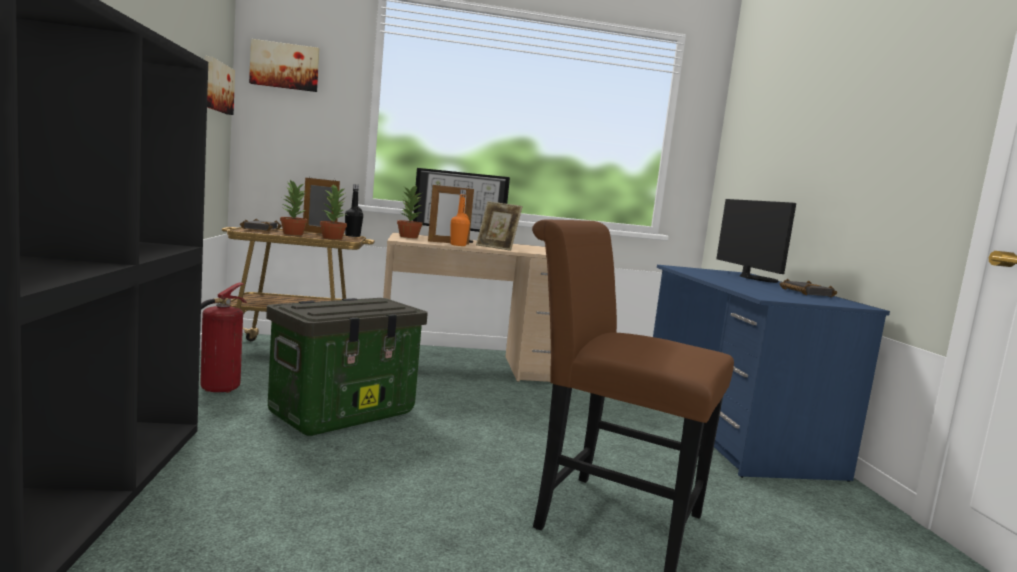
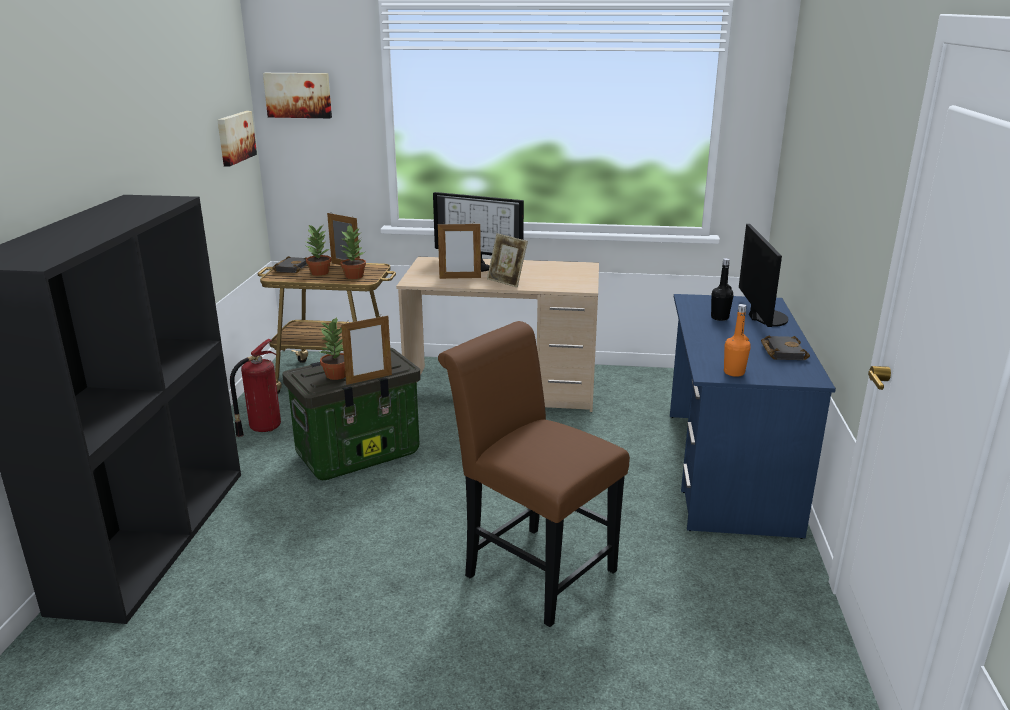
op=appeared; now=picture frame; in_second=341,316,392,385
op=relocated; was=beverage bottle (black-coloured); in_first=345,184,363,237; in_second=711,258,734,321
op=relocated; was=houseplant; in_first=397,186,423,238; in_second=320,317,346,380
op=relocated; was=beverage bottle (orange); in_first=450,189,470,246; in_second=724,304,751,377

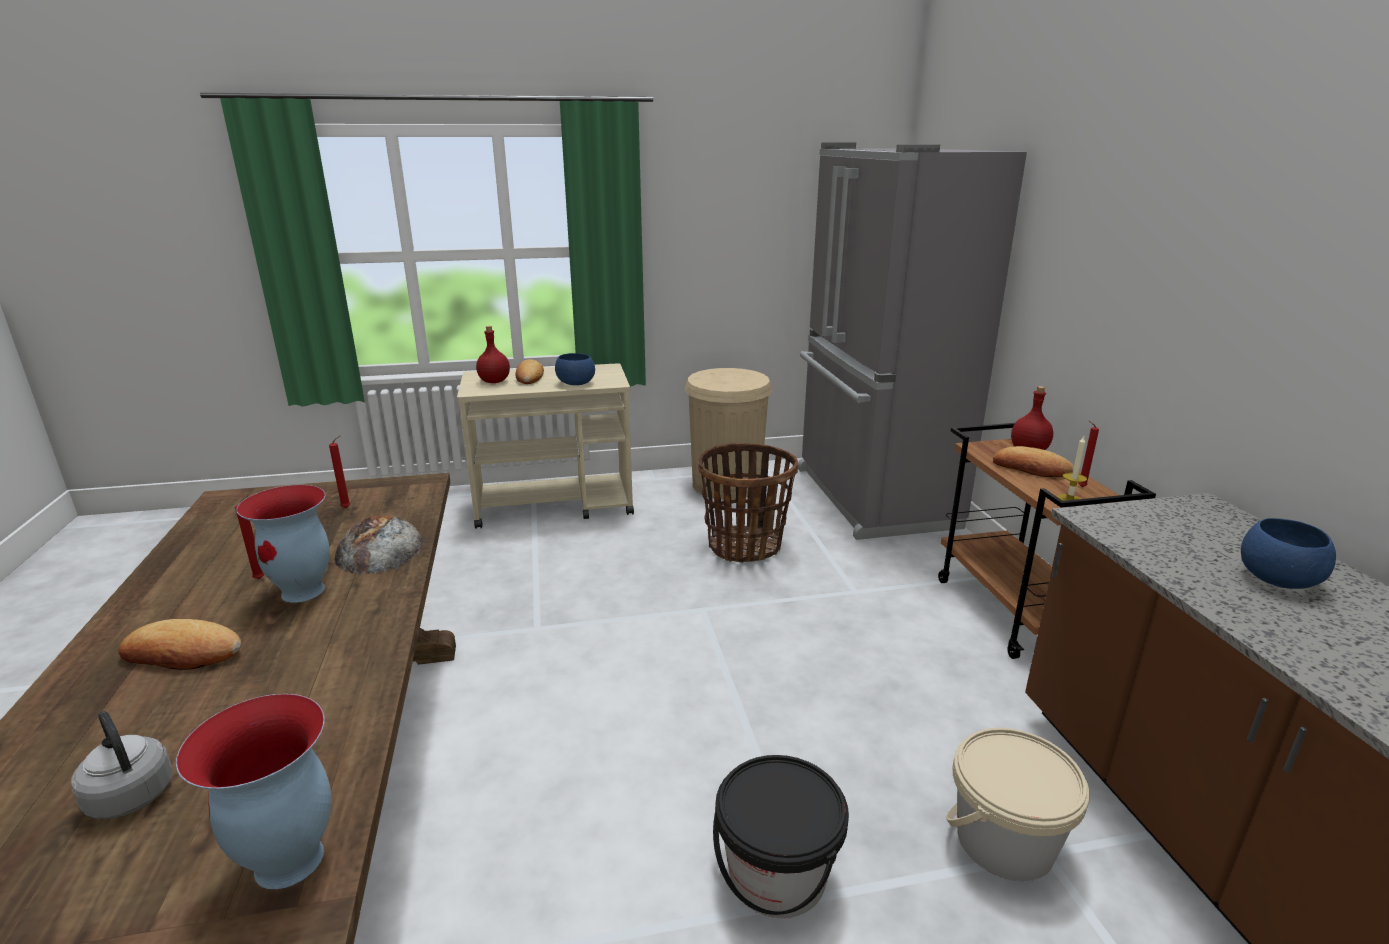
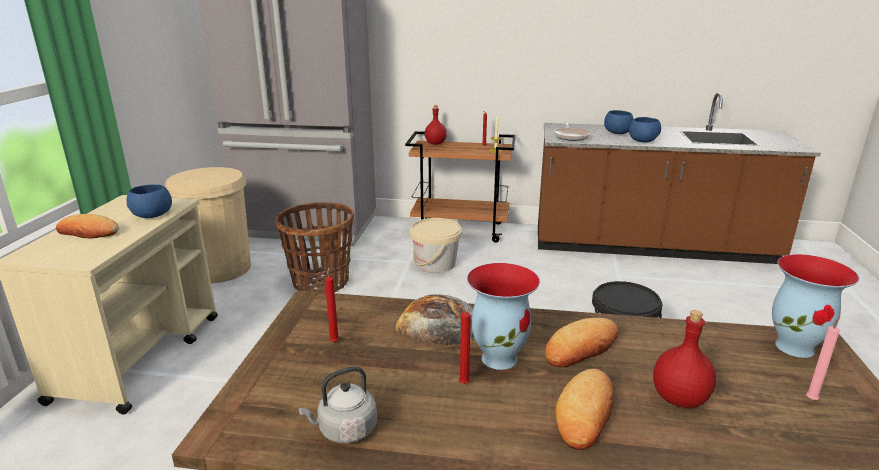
op=appeared; now=frying pan; in_second=554,123,590,141
op=appeared; now=deep dish (bluish); in_second=629,117,661,142
op=appeared; now=wax candle (pinkish); in_second=806,316,840,400
op=relocated; was=tea kettle (gray); in_first=71,711,173,819; in_second=299,366,377,443
op=relocated; was=beverage bottle (red-coloured); in_first=476,326,510,383; in_second=653,310,716,408
op=relocated; was=water bucket (beige-coloured); in_first=946,728,1090,882; in_second=410,218,462,273
op=relocated; was=baked bread; in_first=993,446,1074,477; in_second=545,318,618,367

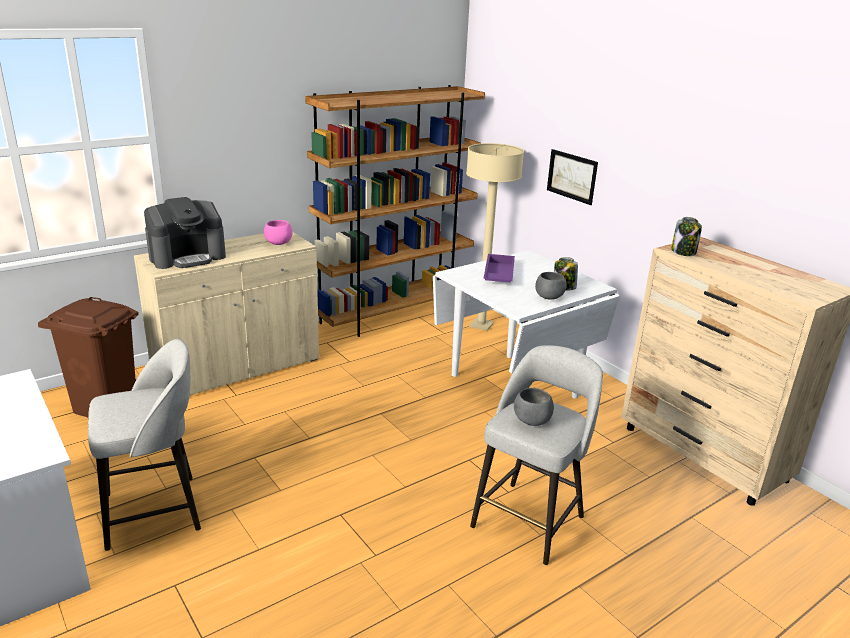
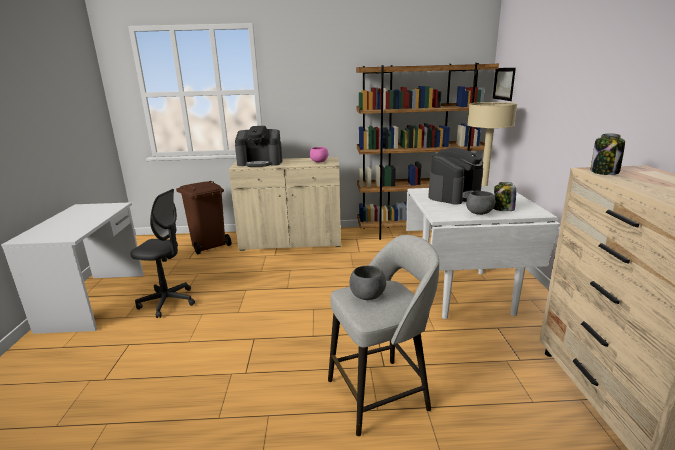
op=relocated; was=wall picture; in_first=547,149,598,205; in_second=493,68,516,101
op=exchanged; was=stool (gray); now=desk chair (gray); in_first=88,339,201,551; in_second=130,189,195,318
op=exchanged; was=carrying tray (purplish); now=coffee machine; in_first=483,254,515,283; in_second=428,148,483,205

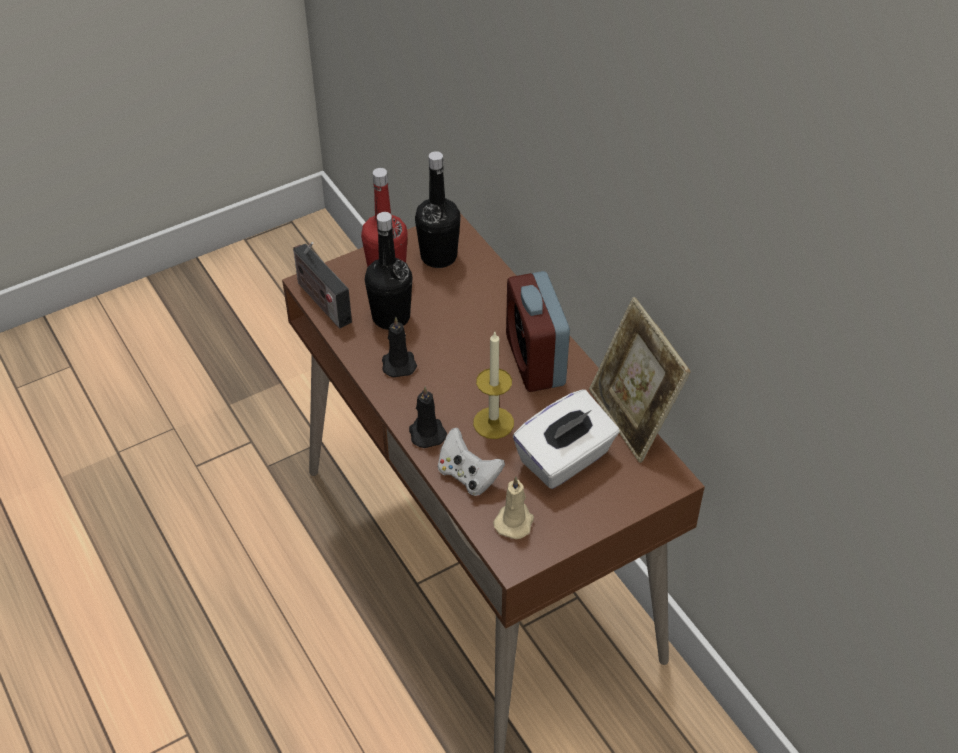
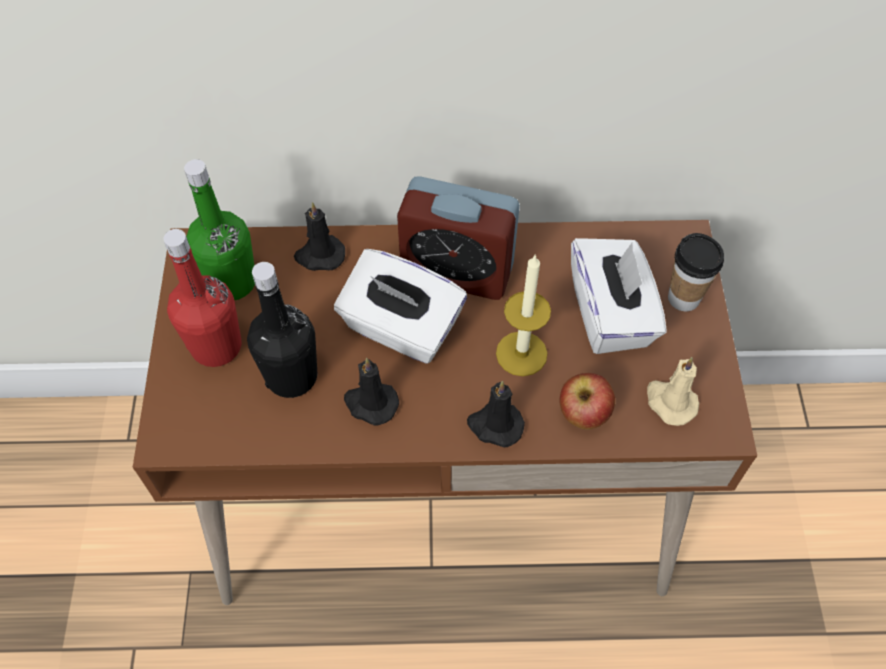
op=missing; was=radio receiver; in_first=293,242,352,328
op=missing; was=picture frame; in_first=589,297,691,463
op=appeared; now=wax candle (black-coloured); in_second=294,202,345,271
op=appeared; now=tissue holder (white); in_second=334,249,467,364
op=appeared; now=cup; in_second=668,233,724,311
op=exchanged; was=game controller (white); now=apple fruit; in_first=438,428,505,496; in_second=560,373,615,429
op=colour; was=beverage bottle (black-coloured); now=beverage bottle (green); in_first=415,151,461,268; in_second=184,159,255,300

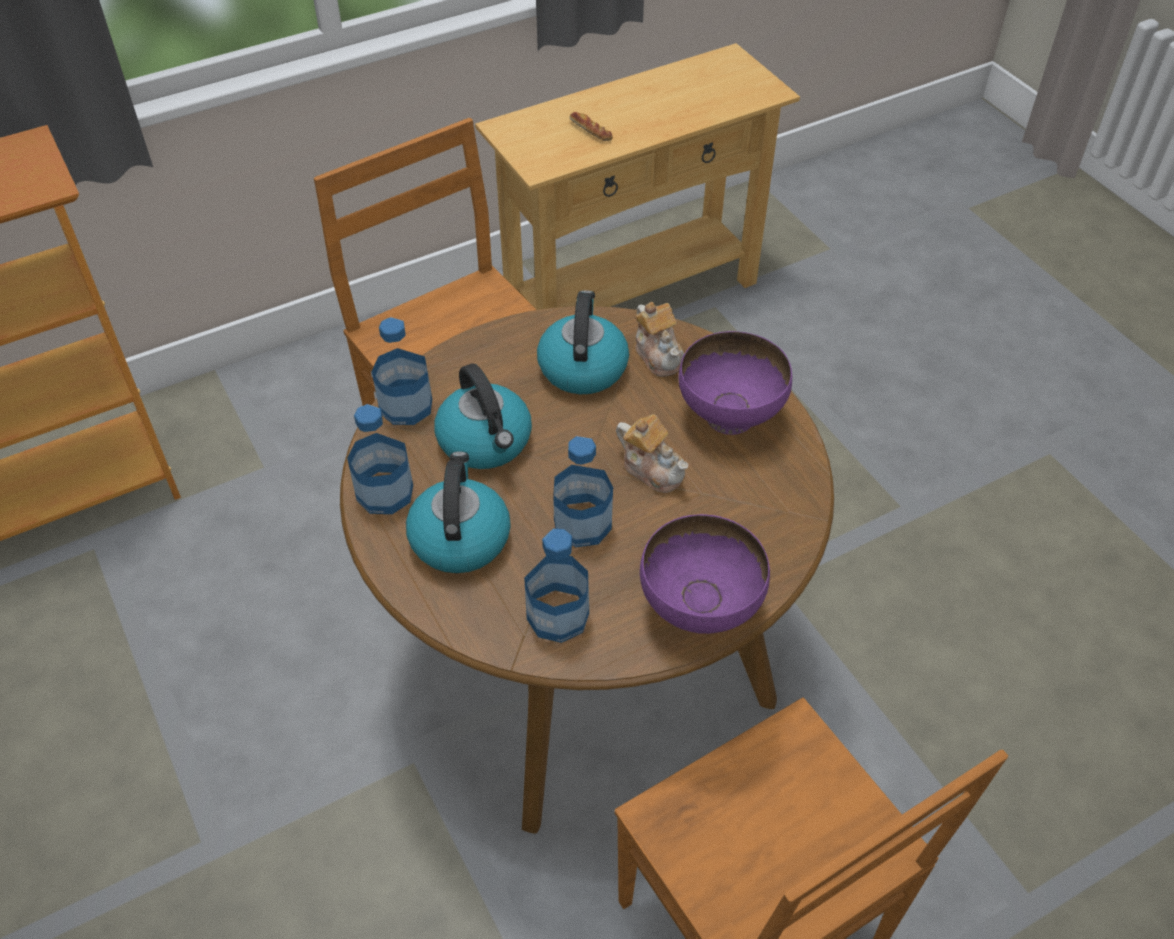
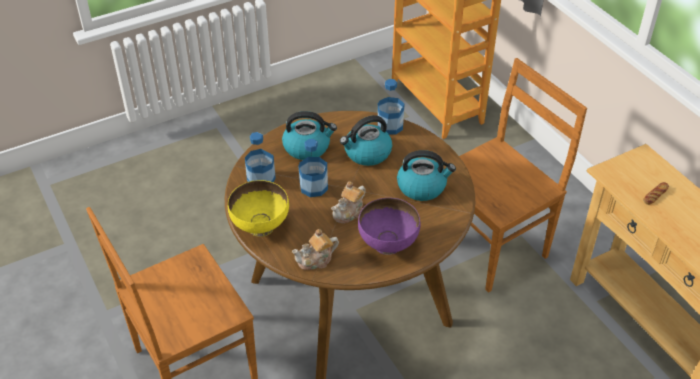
op=missing; was=beverage bottle; in_first=347,404,413,514
op=relocated; was=pot for tea; in_first=635,302,684,377; in_second=292,229,339,270
op=colour; was=deep dish (purplish); now=deep dish (yellowish); in_first=640,514,770,634; in_second=228,180,289,237

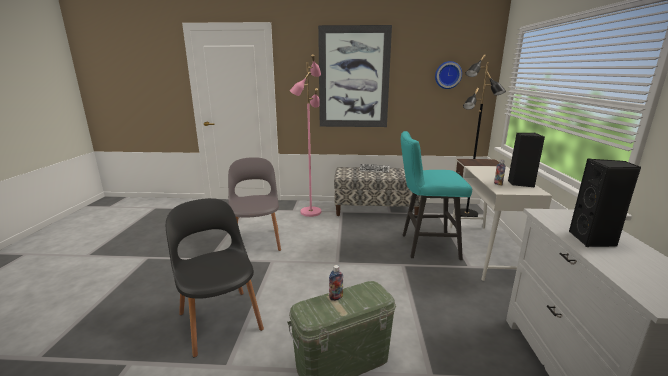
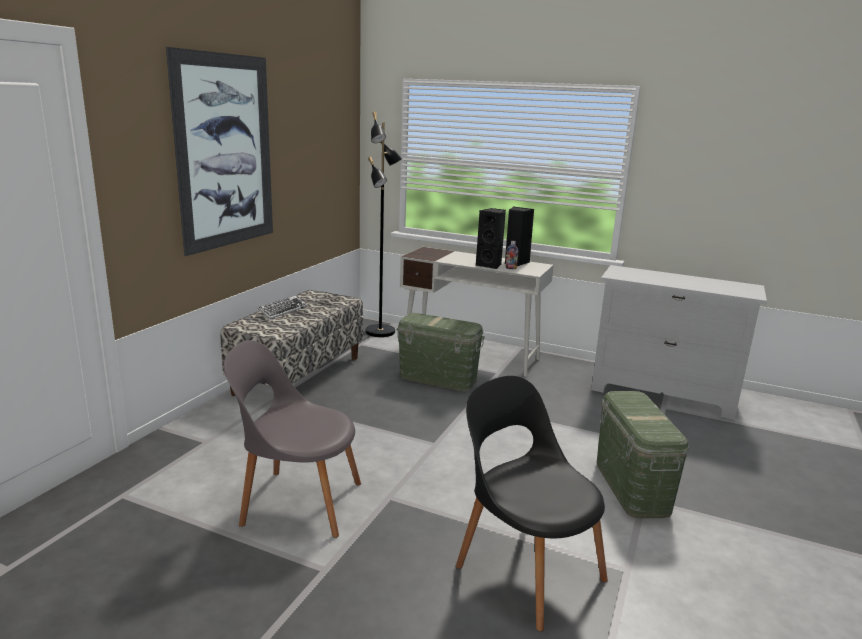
op=missing; was=standard lamp (pinkish); in_first=290,54,321,217
op=missing; was=beverage bottle; in_first=329,265,343,301
op=missing; was=wall clock; in_first=435,61,462,89
op=relocated; was=loudspeaker (black-coloured); in_first=569,158,641,247; in_second=476,208,506,269
op=exchanged; was=stool (blue-green); now=storage box (green); in_first=401,131,472,260; in_second=396,313,485,391
op=spun; was=plain chair (black-coloured); in_first=166,198,264,357; in_second=456,376,608,632; clockwise=60

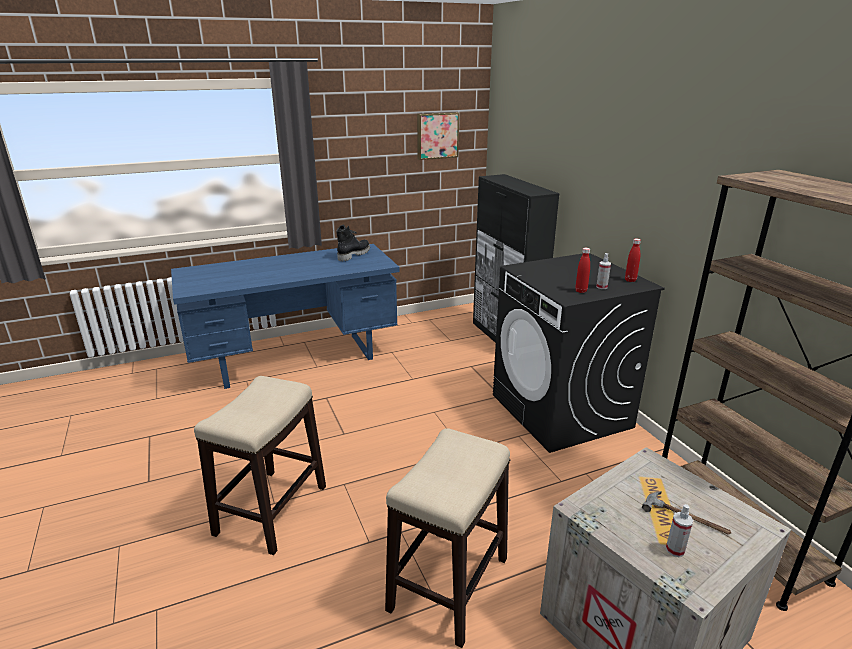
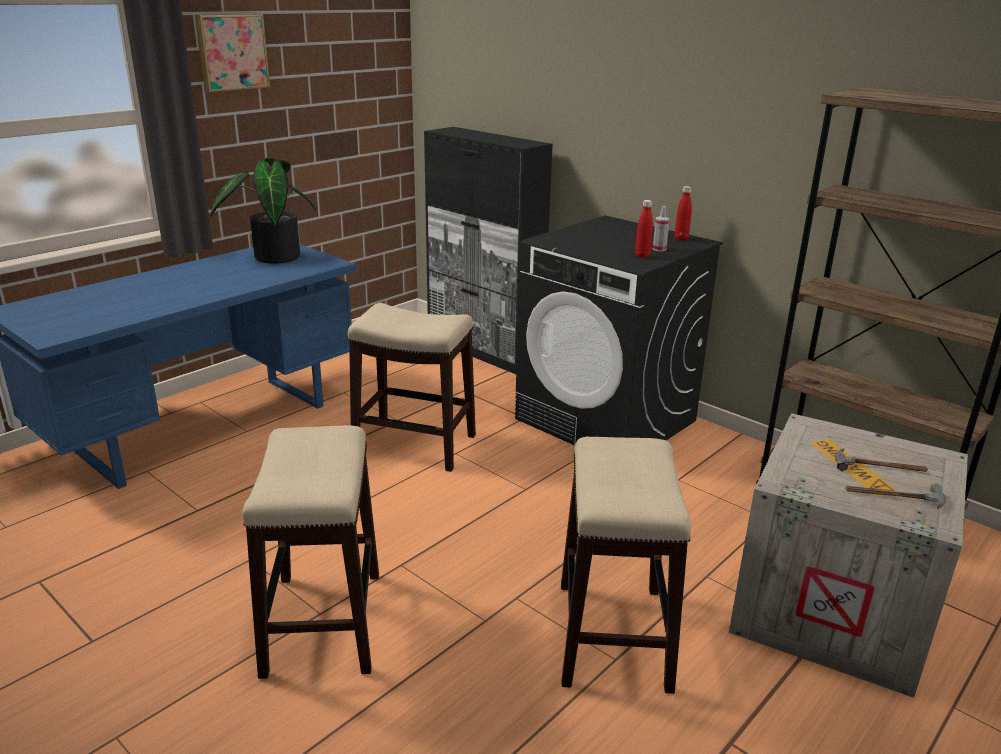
op=appeared; now=stool; in_second=348,303,476,472
op=relocated; was=wall picture; in_first=417,112,459,160; in_second=195,14,270,93
op=exchanged; was=boot (black-coloured); now=houseplant; in_first=336,224,370,261; in_second=210,157,316,264
op=exchanged; was=hand sprayer; now=tool hammer; in_first=666,504,693,557; in_second=845,483,946,509

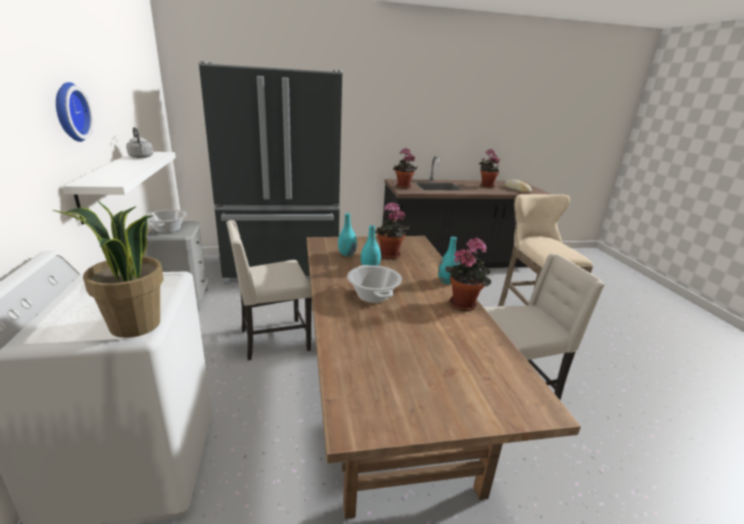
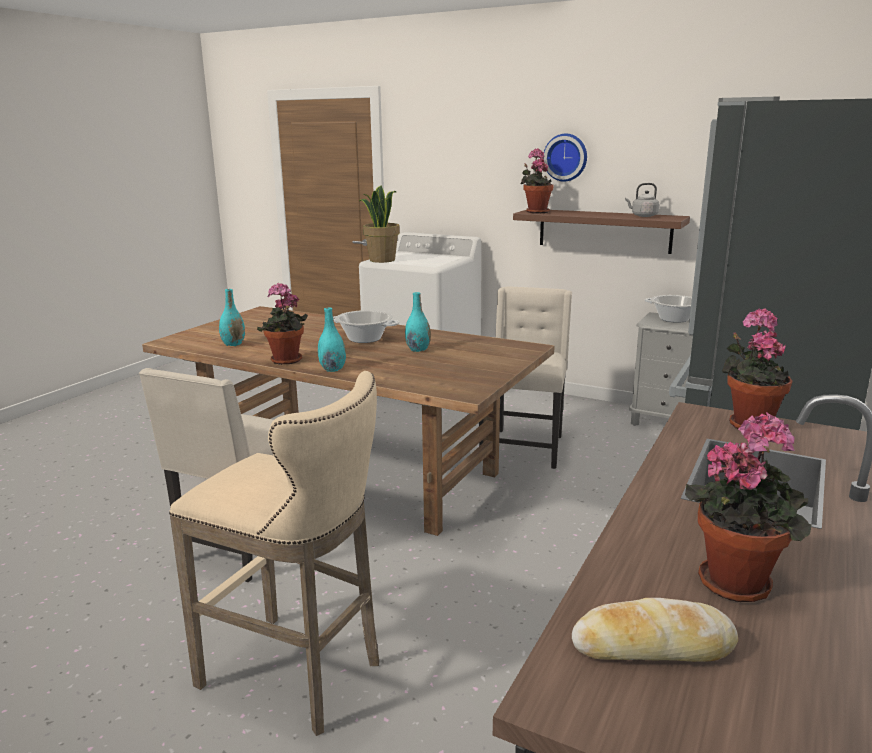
op=relocated; was=decorative vase (blue-green); in_first=338,213,357,257; in_second=219,289,245,346
op=relocated; was=houseplant; in_first=375,202,410,259; in_second=521,148,554,213
op=colour; was=shelf (white); now=shelf (brown-coloured); in_first=63,152,176,224; in_second=513,210,690,254

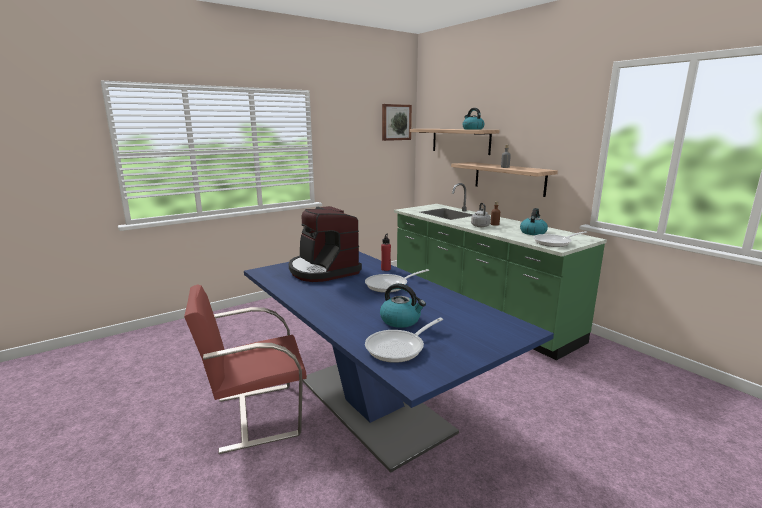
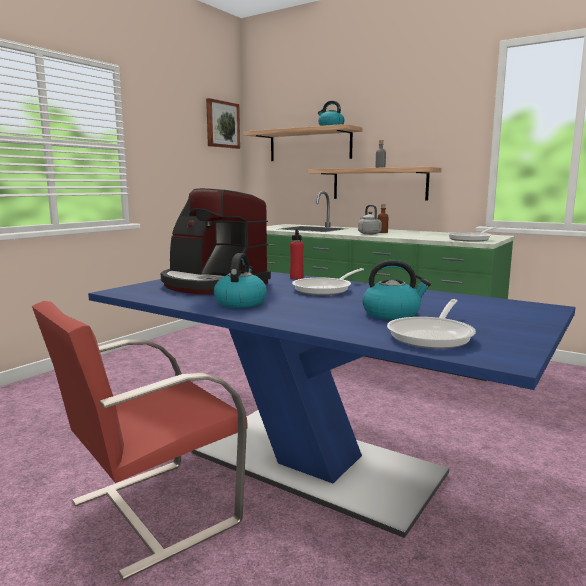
op=relocated; was=tea kettle; in_first=520,208,548,235; in_second=214,253,267,308

